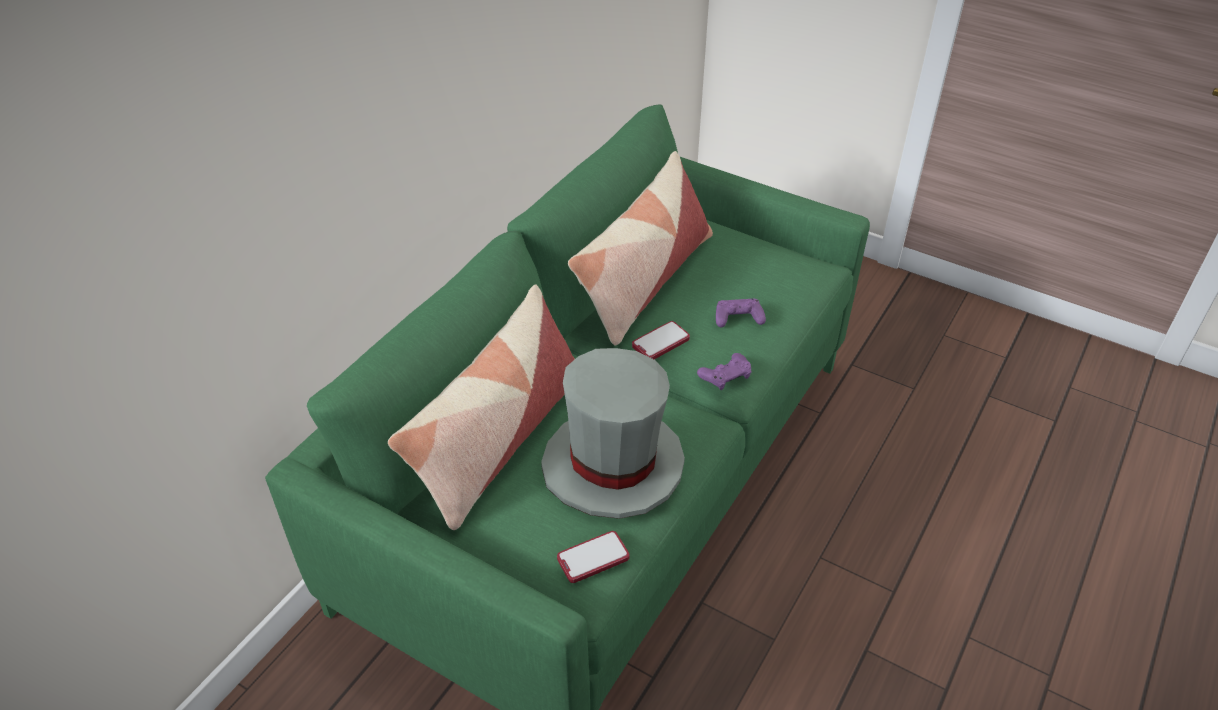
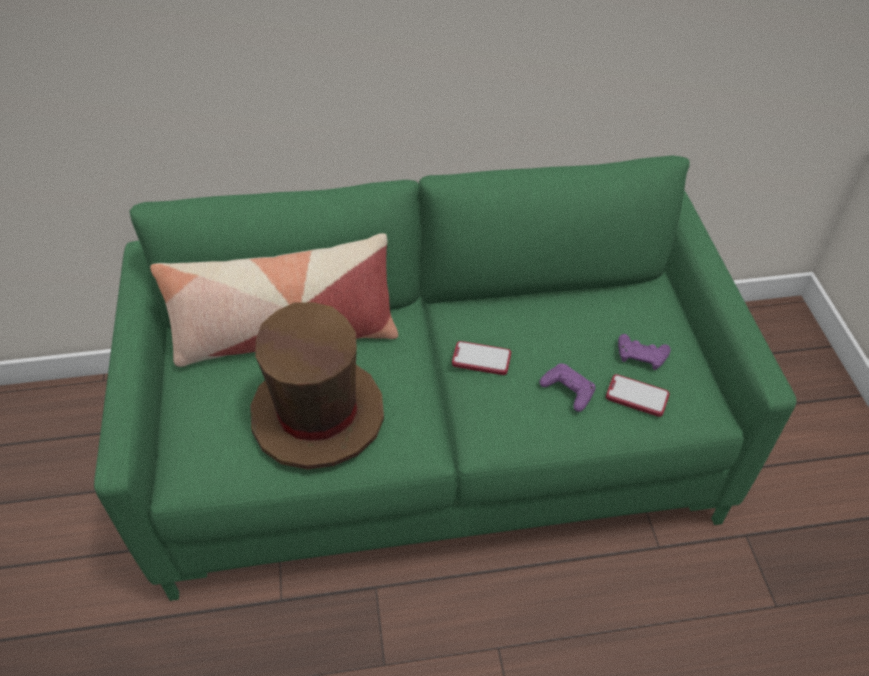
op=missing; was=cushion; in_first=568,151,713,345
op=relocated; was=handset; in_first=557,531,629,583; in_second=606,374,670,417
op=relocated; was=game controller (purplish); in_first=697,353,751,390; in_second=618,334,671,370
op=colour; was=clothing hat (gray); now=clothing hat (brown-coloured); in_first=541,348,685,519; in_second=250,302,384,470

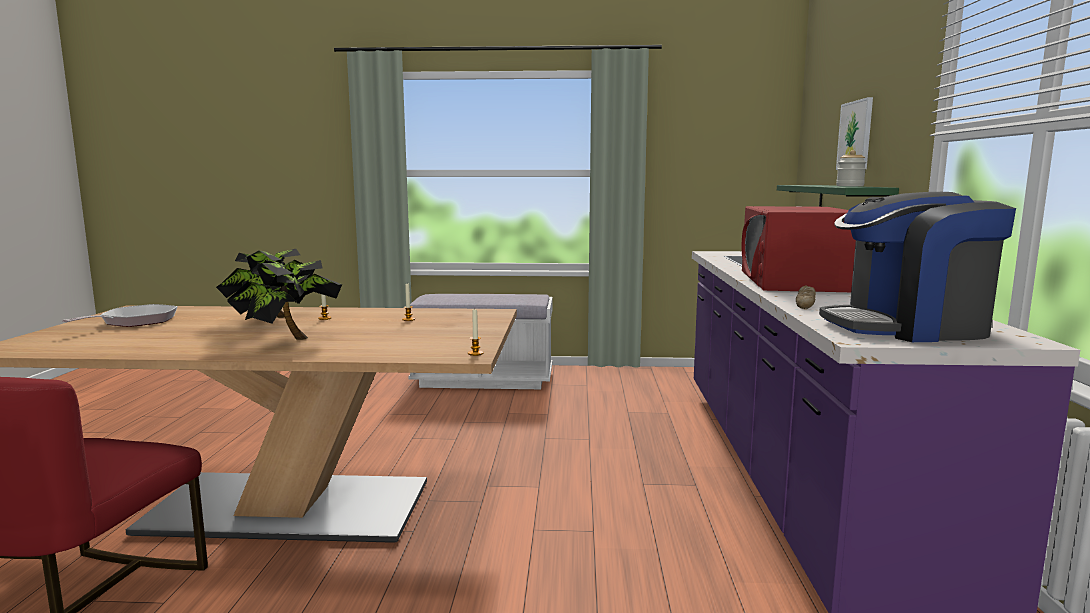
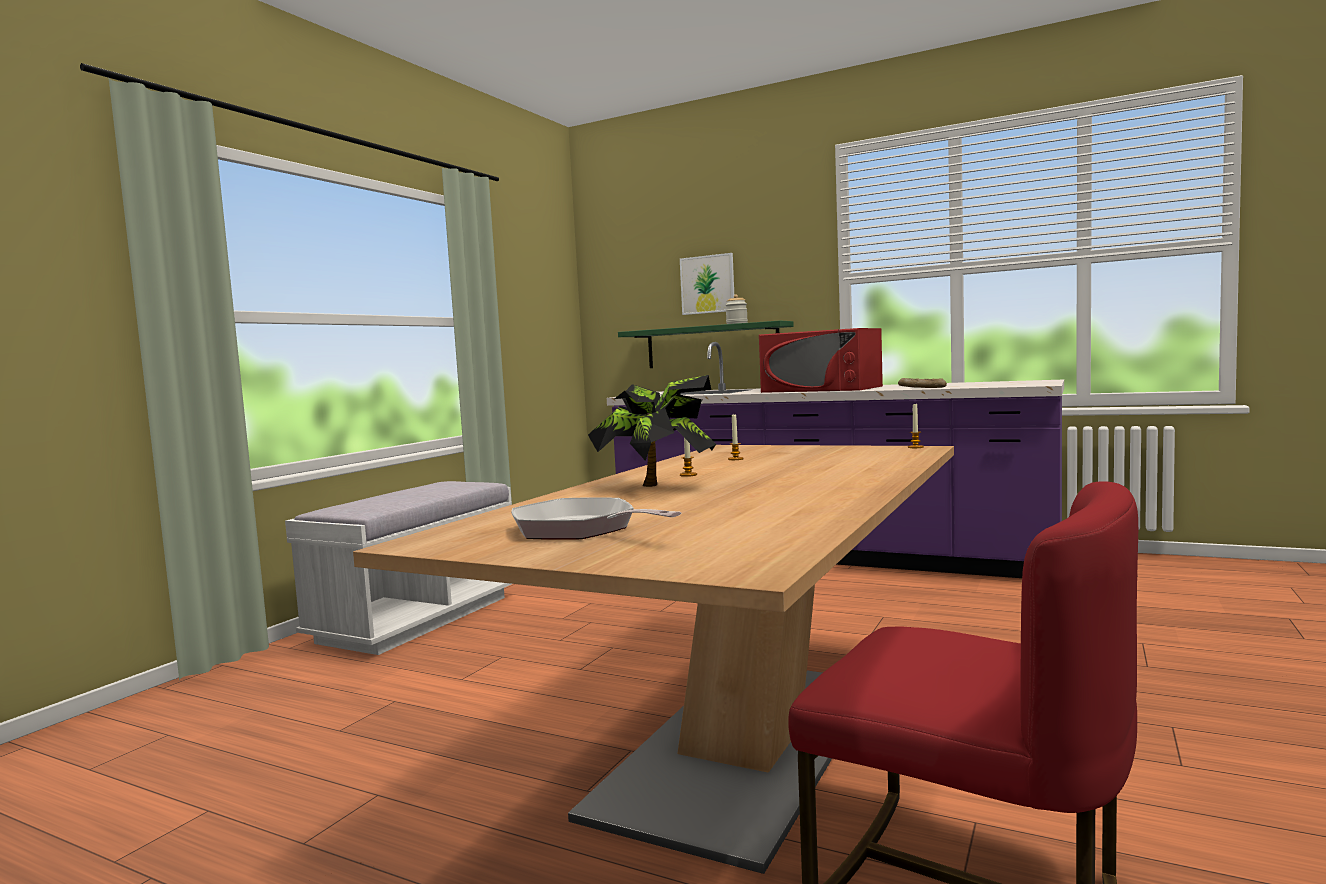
op=missing; was=houseplant; in_first=228,260,342,340
op=missing; was=coffee machine; in_first=819,192,1016,342

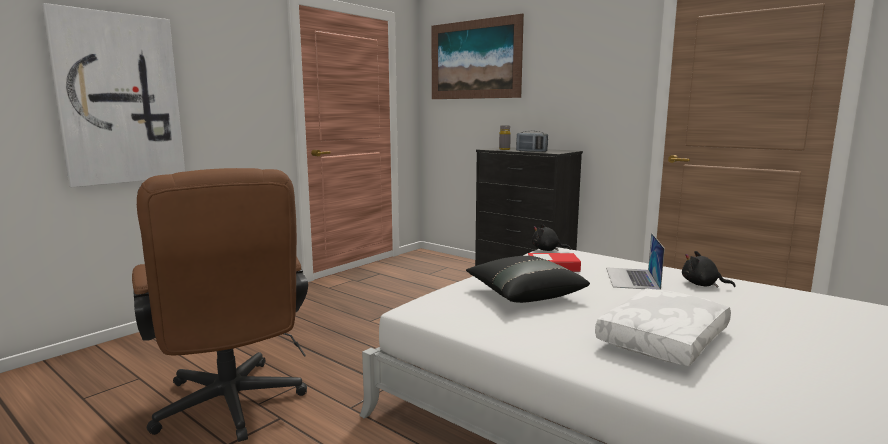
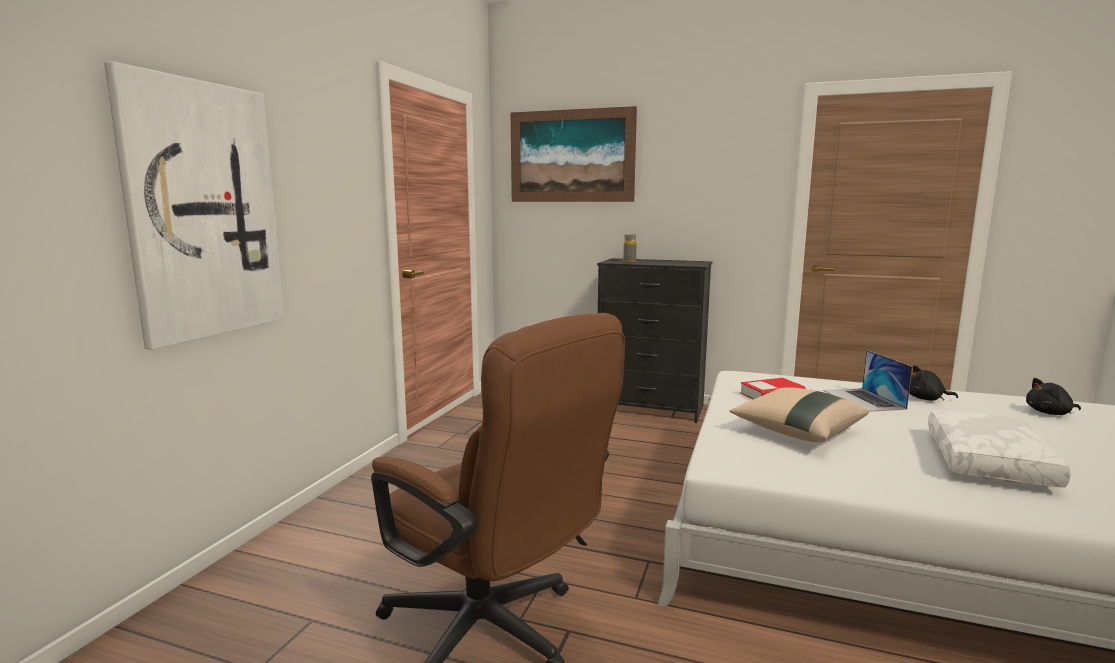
op=missing; was=radio receiver; in_first=516,131,548,152
op=relocated; was=plush toy (black-coloured); in_first=532,224,571,251; in_second=1026,378,1081,415
op=colour; was=cushion (black-coloured); now=cushion (beige-coloured); in_first=466,256,590,303; in_second=730,387,869,442

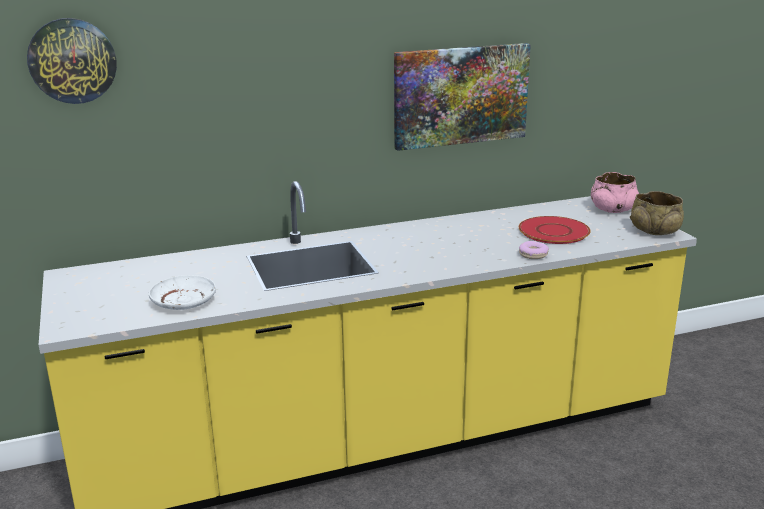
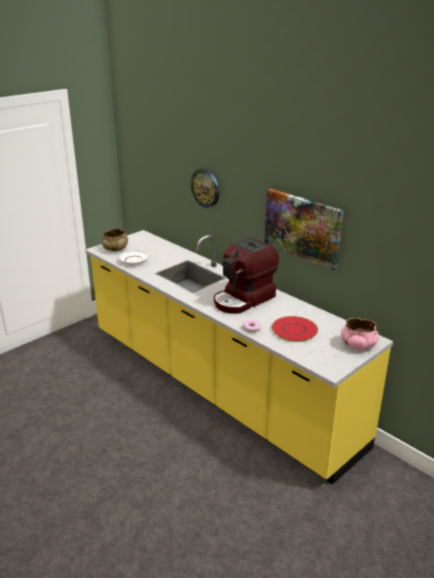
op=appeared; now=coffee machine; in_second=214,238,279,314
op=relocated; was=wall clock; in_first=27,18,117,104; in_second=191,169,219,208
op=relocated; was=deep dish (beige-coloured); in_first=630,191,684,235; in_second=102,229,128,251

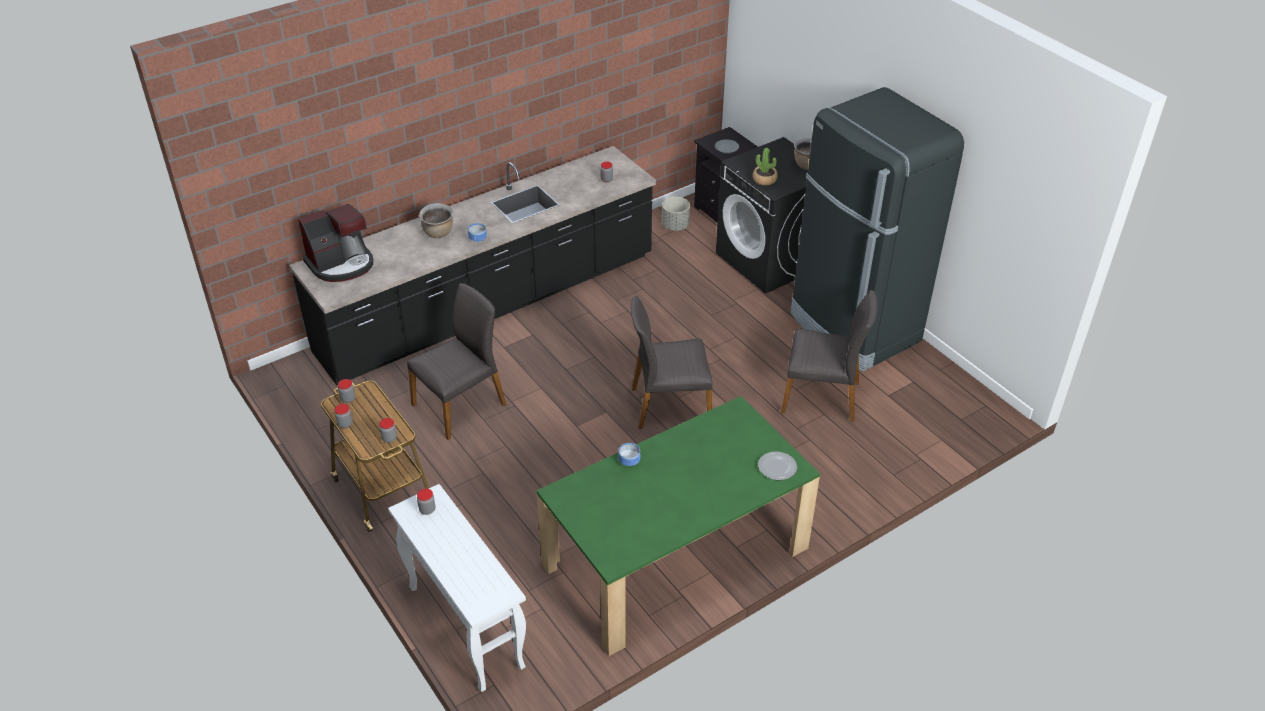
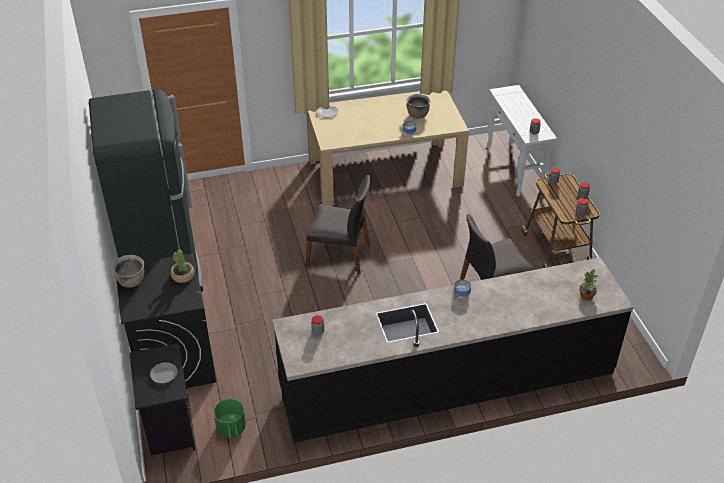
op=missing; was=plain chair (gray); in_first=781,290,878,422
op=relocated; was=stockpot (brown-coloured); in_first=419,203,453,238; in_second=406,94,431,119
op=exchanged; was=coffee machine; now=houseplant; in_first=298,204,373,282; in_second=579,269,598,301
op=colour; was=dinner table (green); now=dinner table (beige-coloured); in_first=536,396,820,656; in_second=307,91,469,206
op=colour; was=flower pot (gray); now=flower pot (green); in_first=662,197,690,231; in_second=214,399,246,437

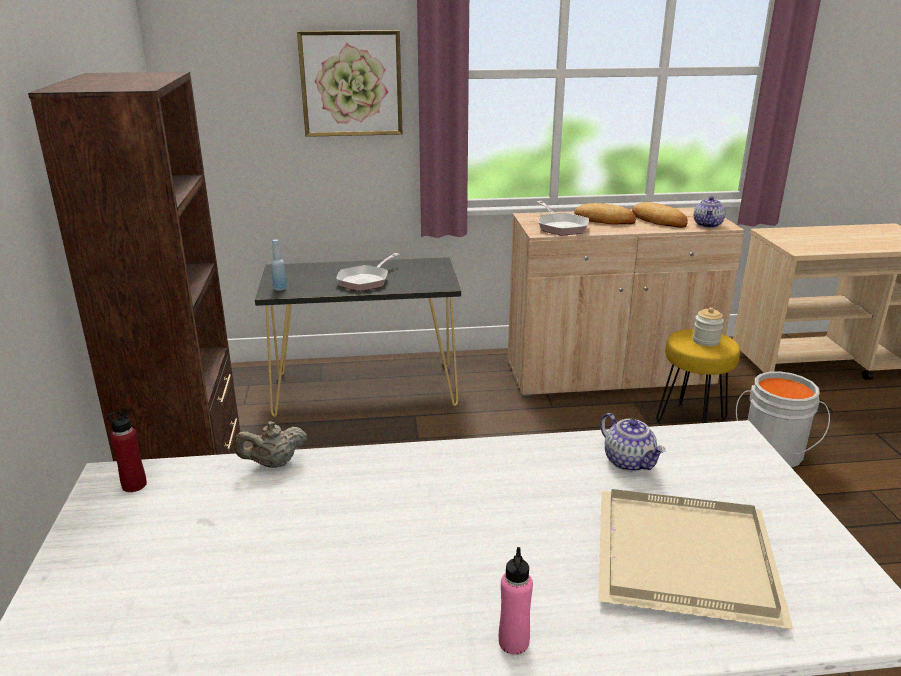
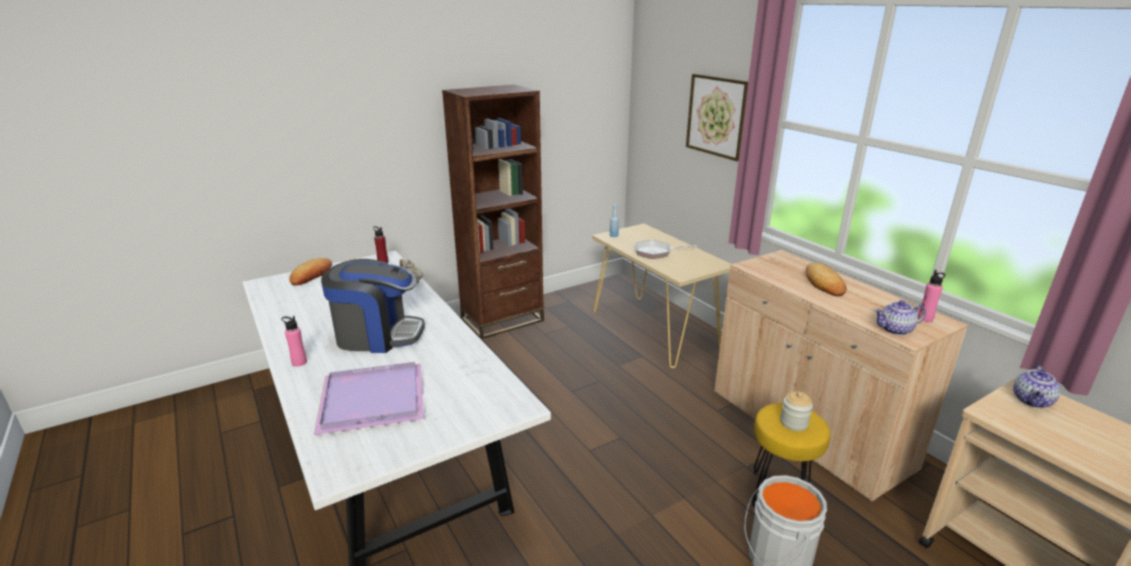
op=missing; was=frying pan; in_first=537,201,589,235
op=appeared; now=coffee machine; in_second=321,259,425,353
op=appeared; now=beverage bottle (pinkish); in_second=918,270,945,322
op=relocated; was=pot for tea; in_first=600,413,666,472; in_second=1013,365,1060,408
op=relocated; was=baked bread; in_first=632,202,688,228; in_second=289,258,332,286
op=colour; was=narrow table (black-coloured); now=narrow table (beige-coloured); in_first=255,257,461,417; in_second=592,224,731,368
op=colour; was=carrying tray (beige-coloured); now=carrying tray (purplish); in_first=598,489,793,629; in_second=314,362,424,435

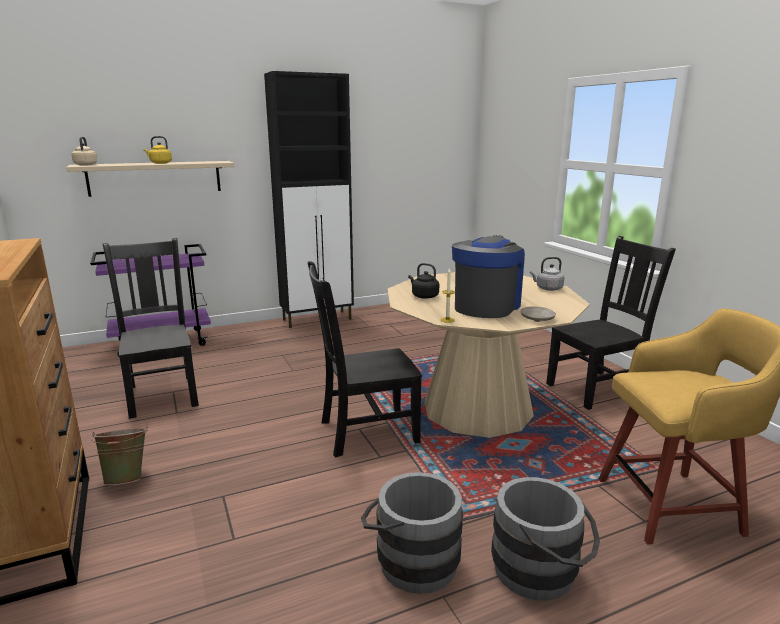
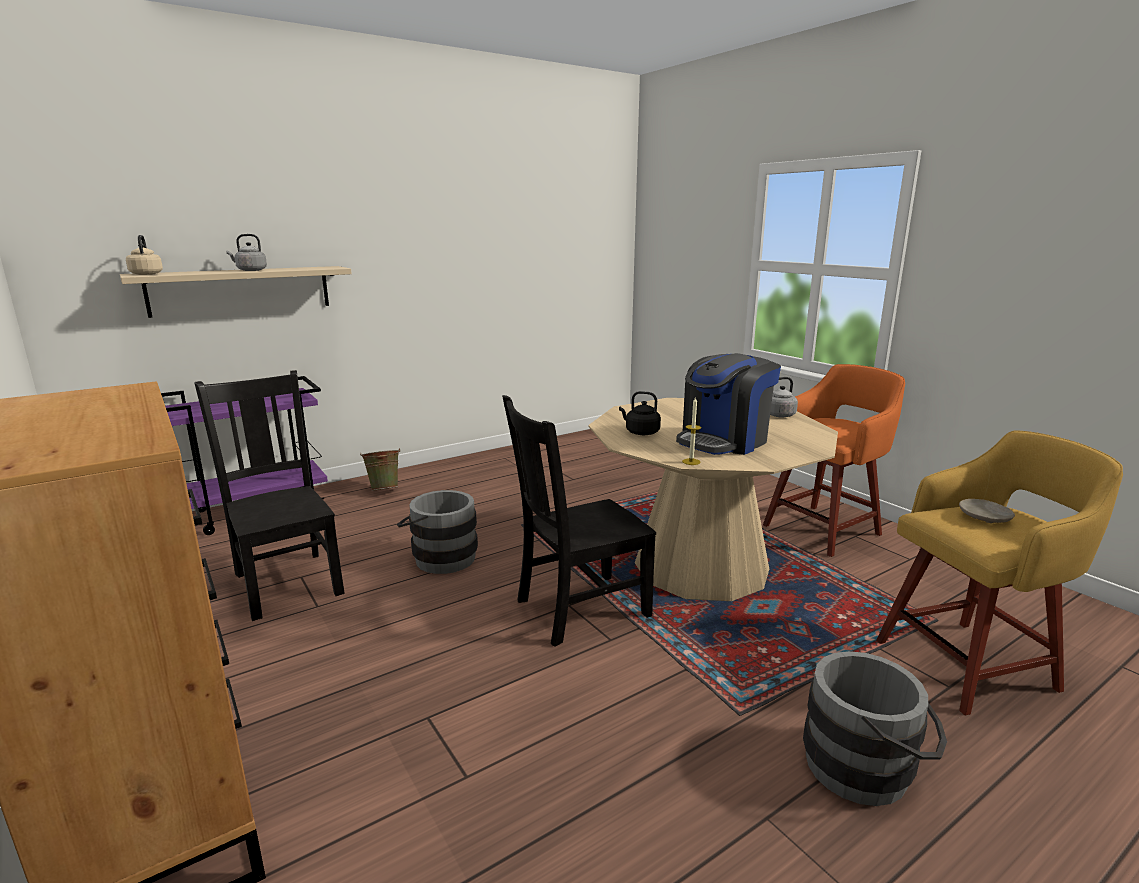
op=missing; was=cupboard (black-coloured); in_first=264,71,354,328
op=relocated; was=water bucket (green); in_first=91,427,148,485; in_second=360,448,401,491
op=relocated; was=water bucket (gray); in_first=361,472,463,594; in_second=397,490,478,574
op=relocated; was=dinner plate (beige-coloured); in_first=520,306,556,322; in_second=959,499,1015,523
op=exchanged; was=plain chair (black-coloured); now=stool (orange); in_first=546,236,676,410; in_second=763,364,905,557
op=colour; was=tea kettle (yellowish); now=tea kettle (gray); in_first=143,136,172,164; in_second=226,234,267,271
op=spun; was=coffee machine; in_first=452,235,525,318; in_second=676,353,781,455; clockwise=-150

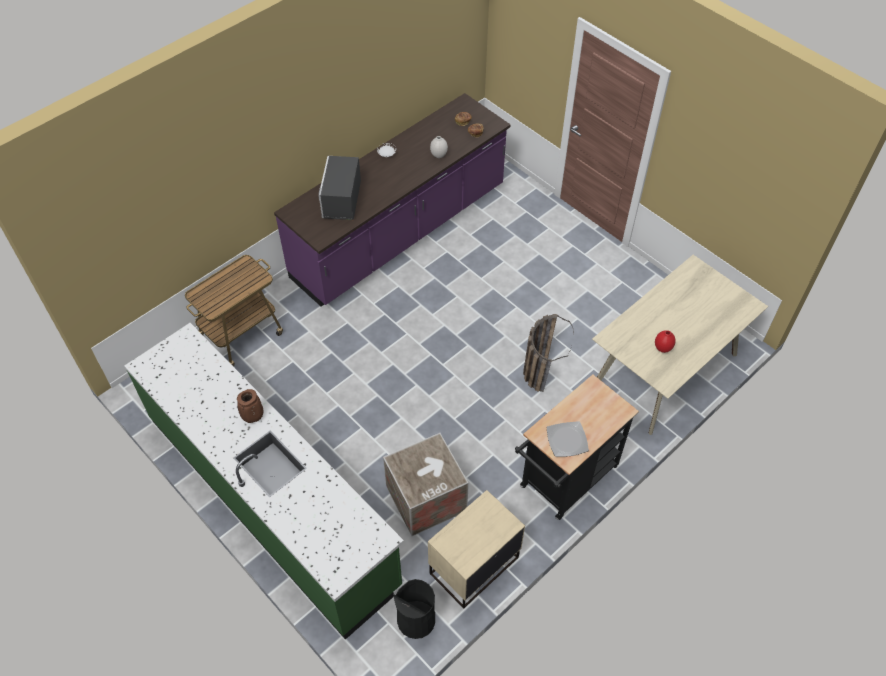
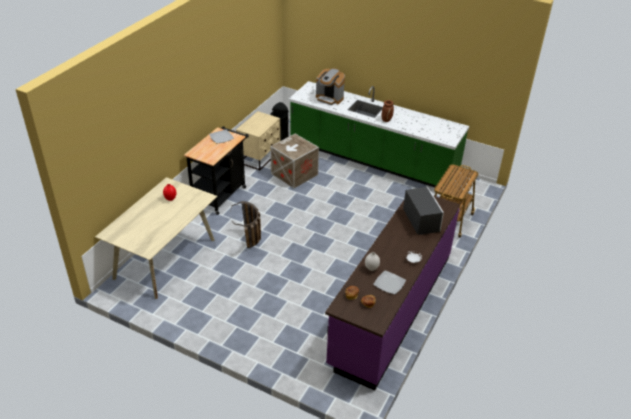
op=appeared; now=coffee machine; in_second=316,68,345,105
op=appeared; now=dinner plate; in_second=373,270,406,295

